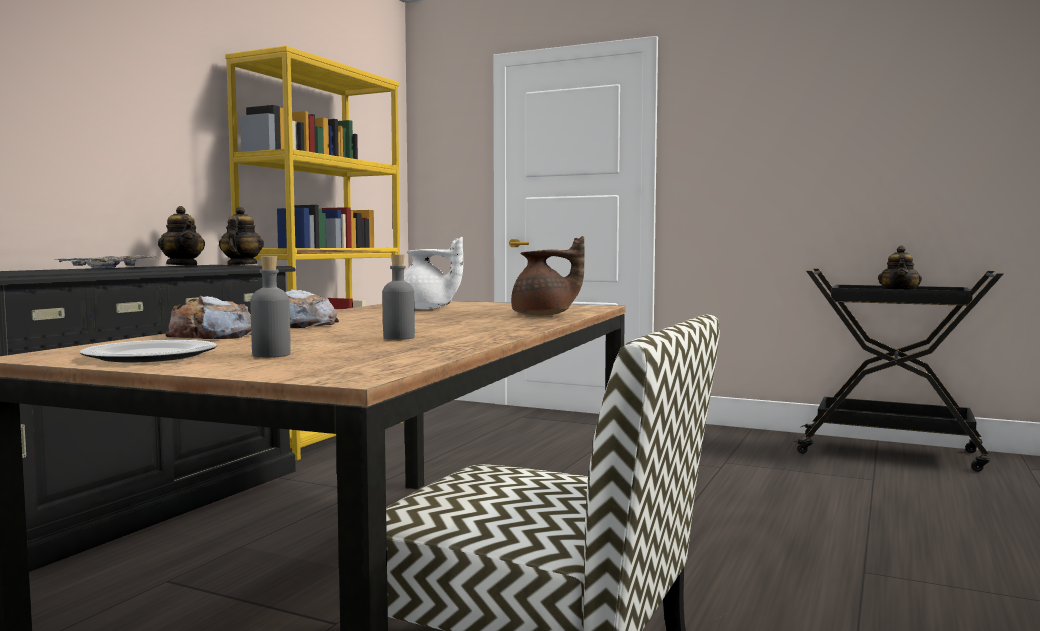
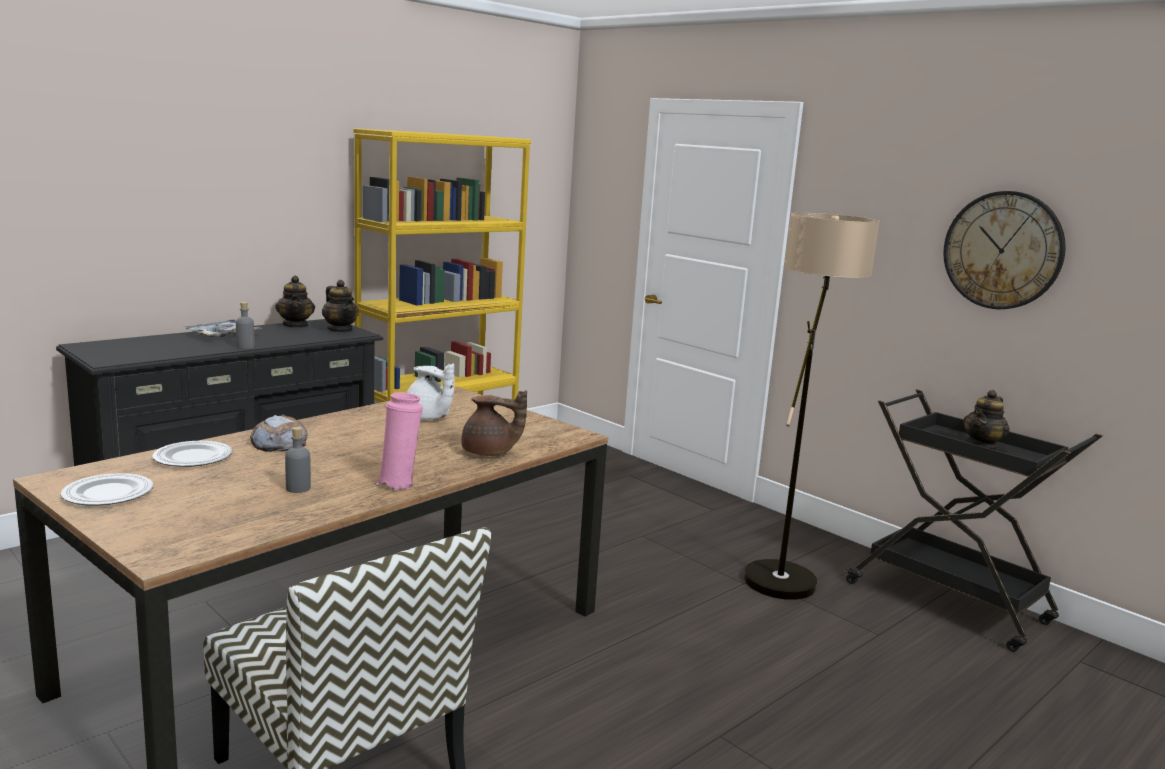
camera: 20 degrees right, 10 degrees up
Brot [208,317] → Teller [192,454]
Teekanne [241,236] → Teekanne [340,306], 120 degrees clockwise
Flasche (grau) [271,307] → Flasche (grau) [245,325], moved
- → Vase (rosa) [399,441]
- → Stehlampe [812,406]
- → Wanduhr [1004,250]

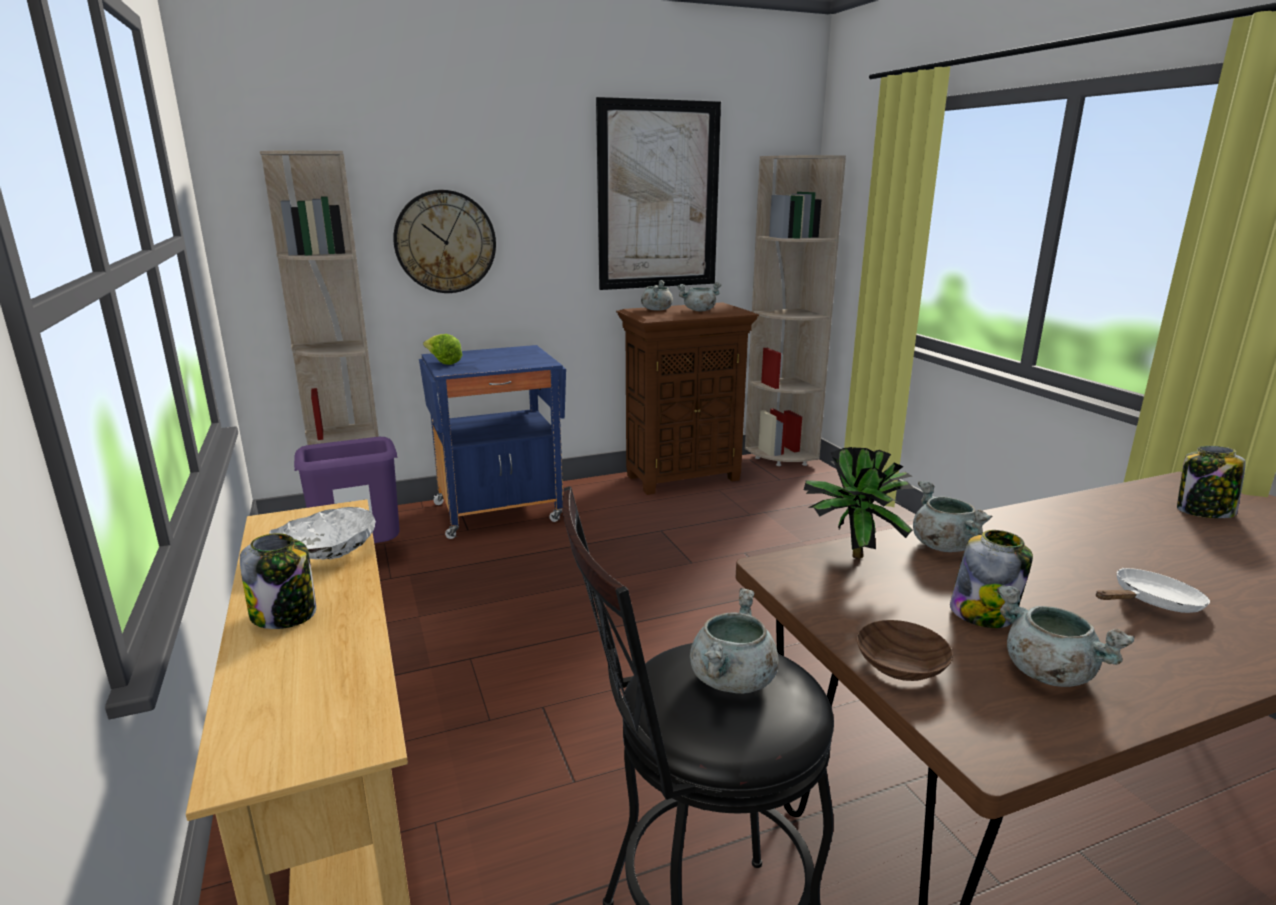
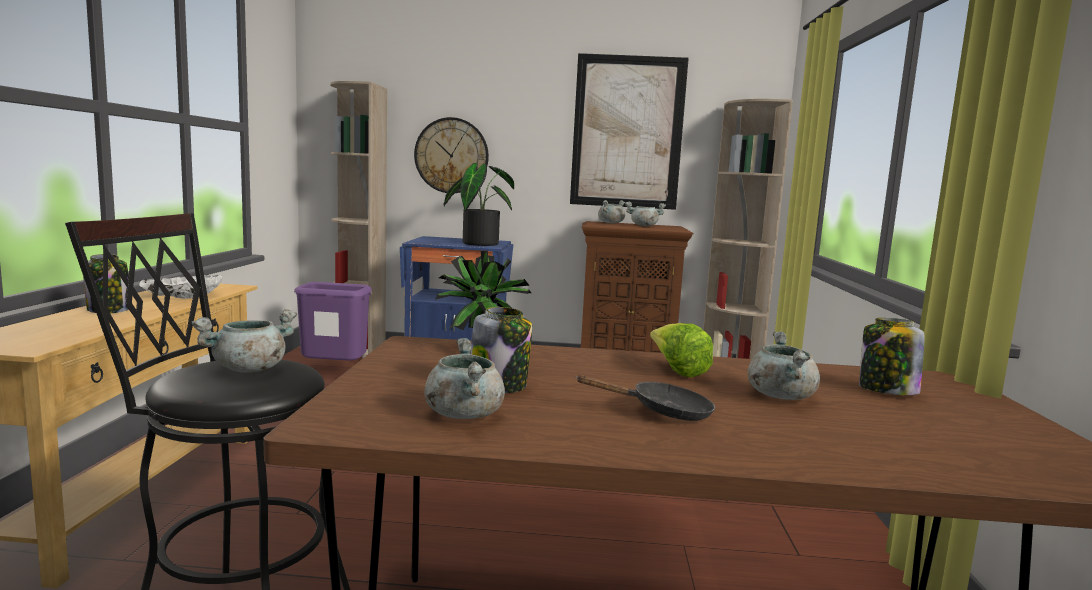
camera: 25 degrees right, 10 degrees down
Salatkopf [442,349] → Salatkopf [681,350], moved
Schüssel (braun) [905,650] → -
Kochtopf (grau) [953,516] → Kochtopf (grau) [784,366], moved
Pfanne (weiß) [1153,590] → Pfanne (schwarz) [645,398]
- → Topfpflanze [478,204]

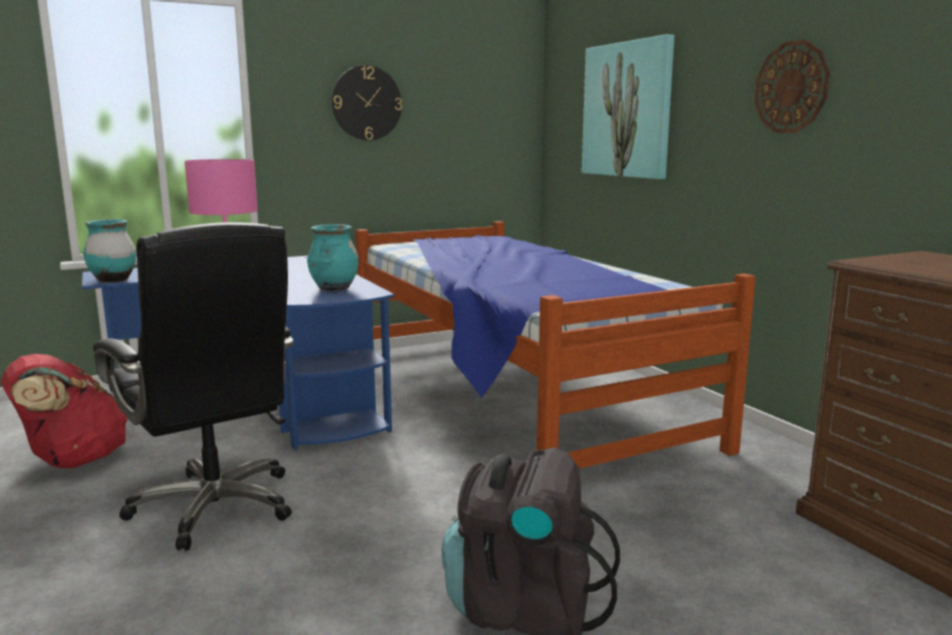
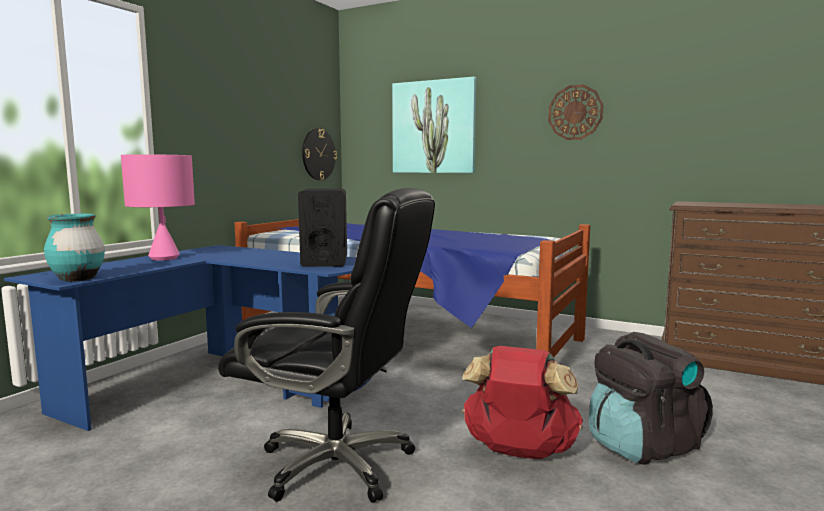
camera: 35 degrees left, 5 degrees down
Rucksack (rot) [64,411] → Rucksack (rot) [522,402], moved
Vase (türkis) [333,257] → Lautsprecher (schwarz) [322,228]
Wanduhr [367,103] → Wanduhr [319,154], moved

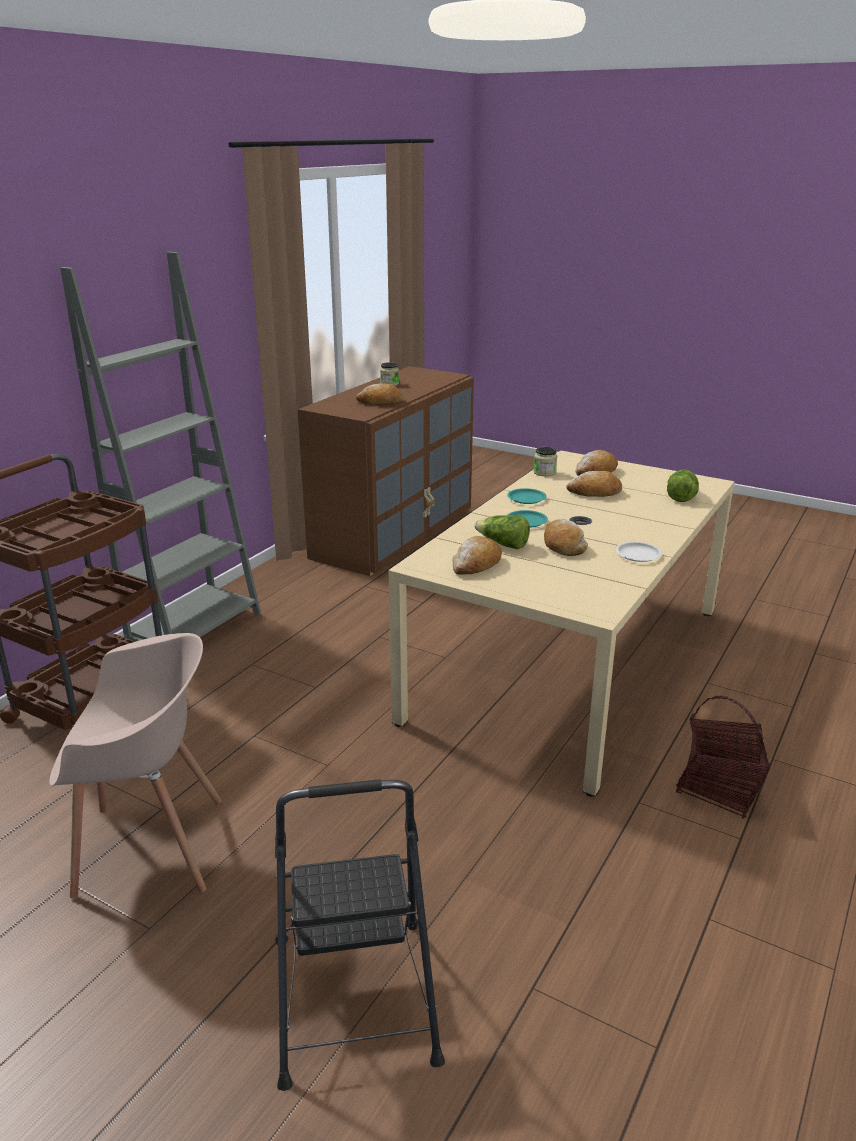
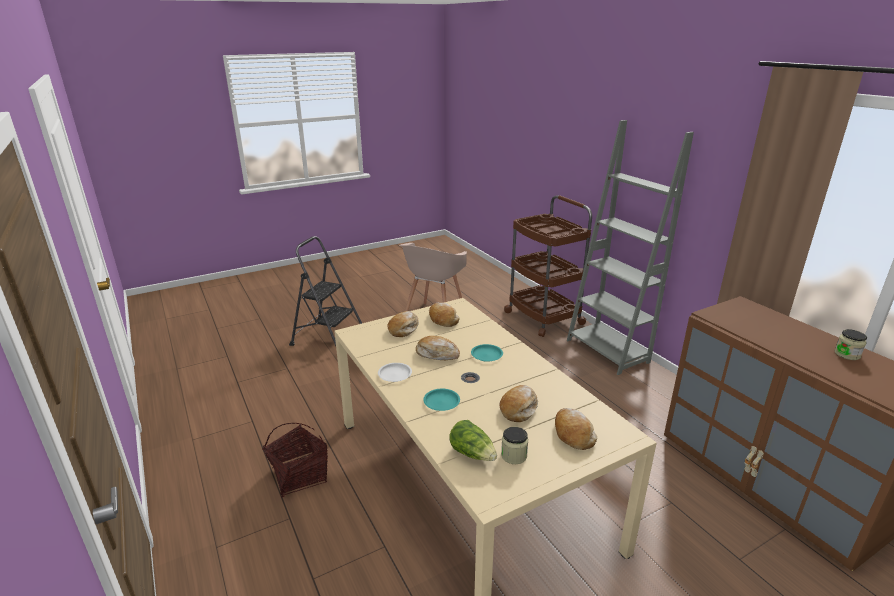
camera: 120 degrees right, 0 degrees up
Brot [379,394] → Brot [403,324], moved
Salatkopf [502,532] → -
Teller (türkis) [527,496] → Teller (türkis) [441,400], moved
Vorratsglas [545,461] → Vorratsglas [514,445], moved

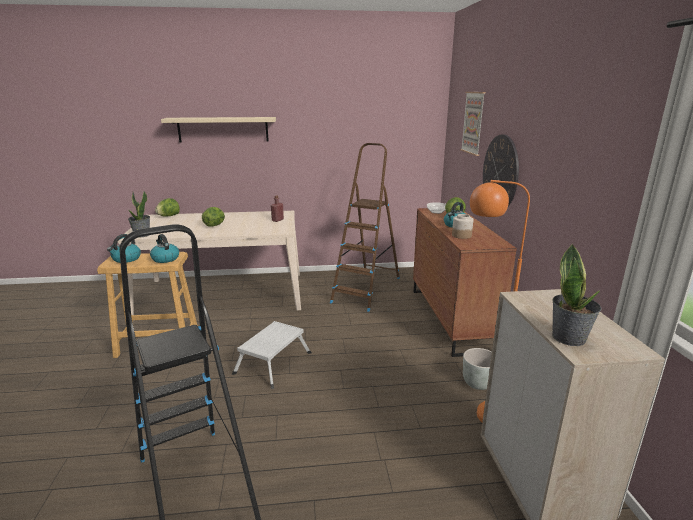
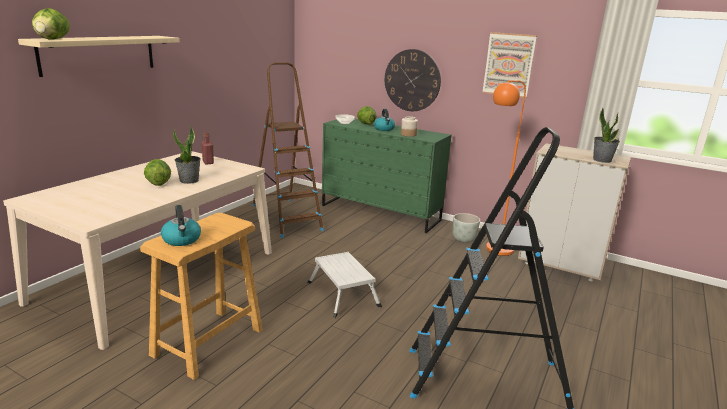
camera: 55 degrees left, 0 degrees up
Topfpflanze [139,214] → Topfpflanze [187,154], moved
Wasserkessel [164,248] → -
Salatkopf [167,207] → Salatkopf [51,24], moved
Kommode (braun) [465,282] → Kommode (grün) [387,176]
Bild [473,124] → Bild [509,65], moved

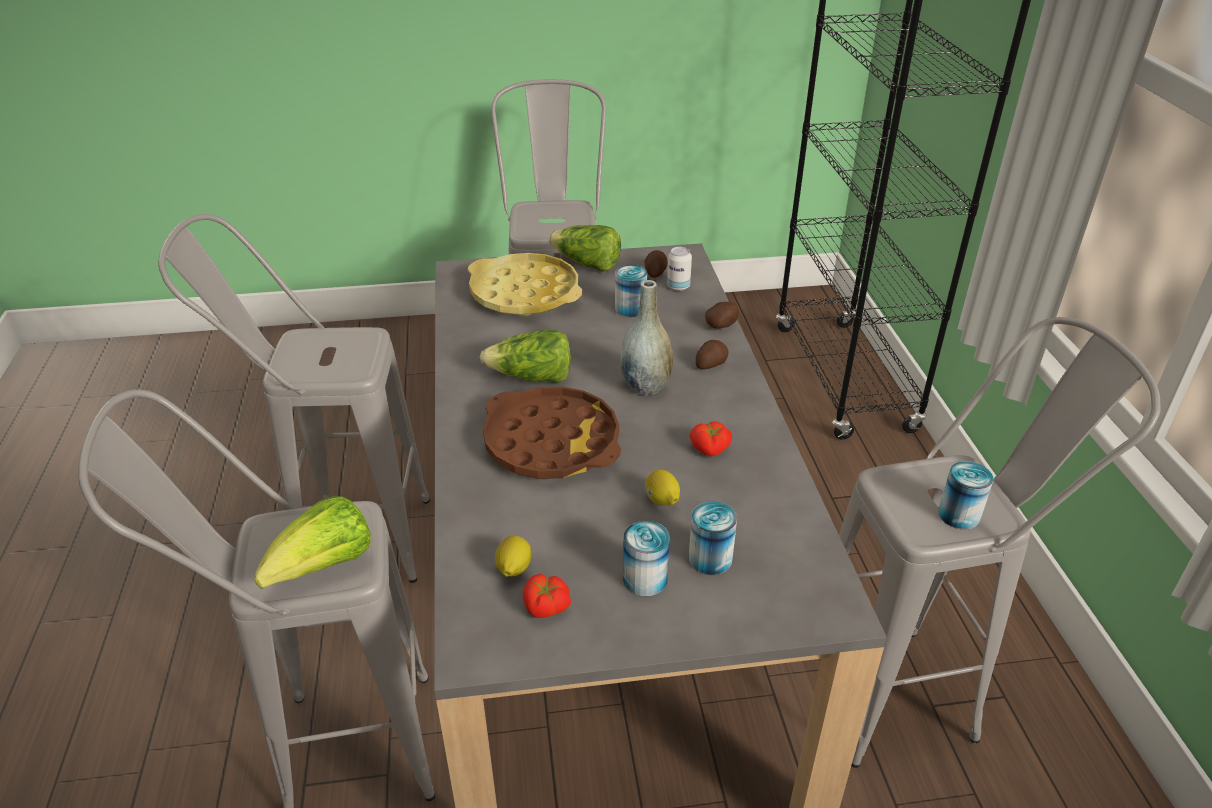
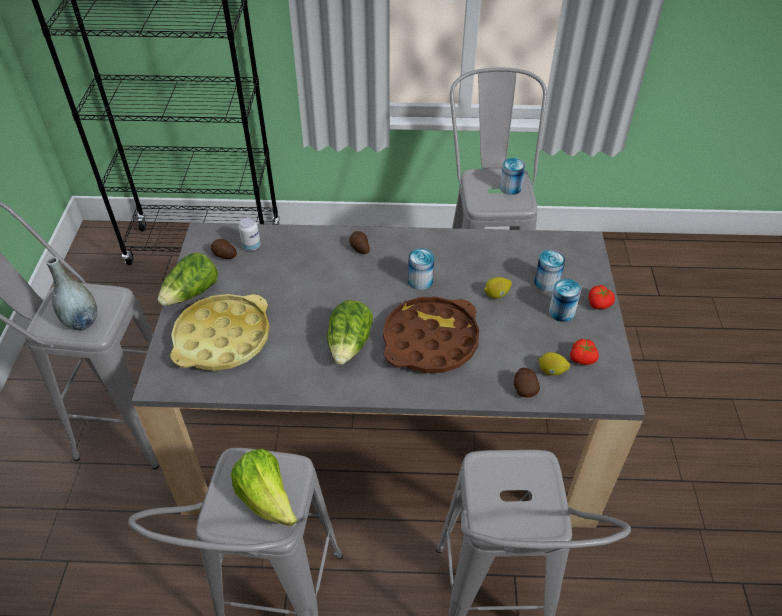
camera: 80 degrees left, 10 degrees up
Salatkopf [312,542] → Salatkopf [264,487], moved
Dose [631,291] → Dose [421,269], moved
Vase (grau) [646,337] → Vase (grau) [71,293], moved
Tomate [711,439] → Tomate [601,297], moved
Kartoffel [722,315] → Kartoffel [527,382], moved

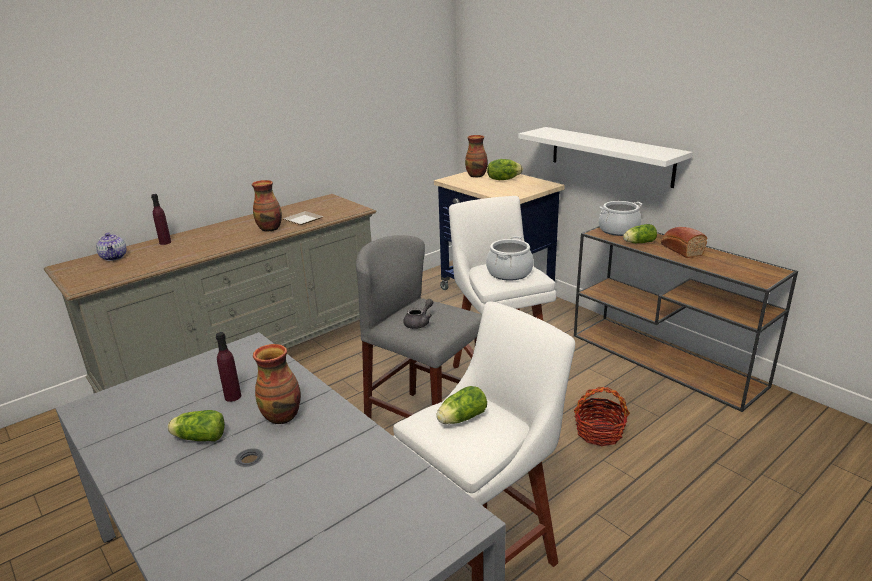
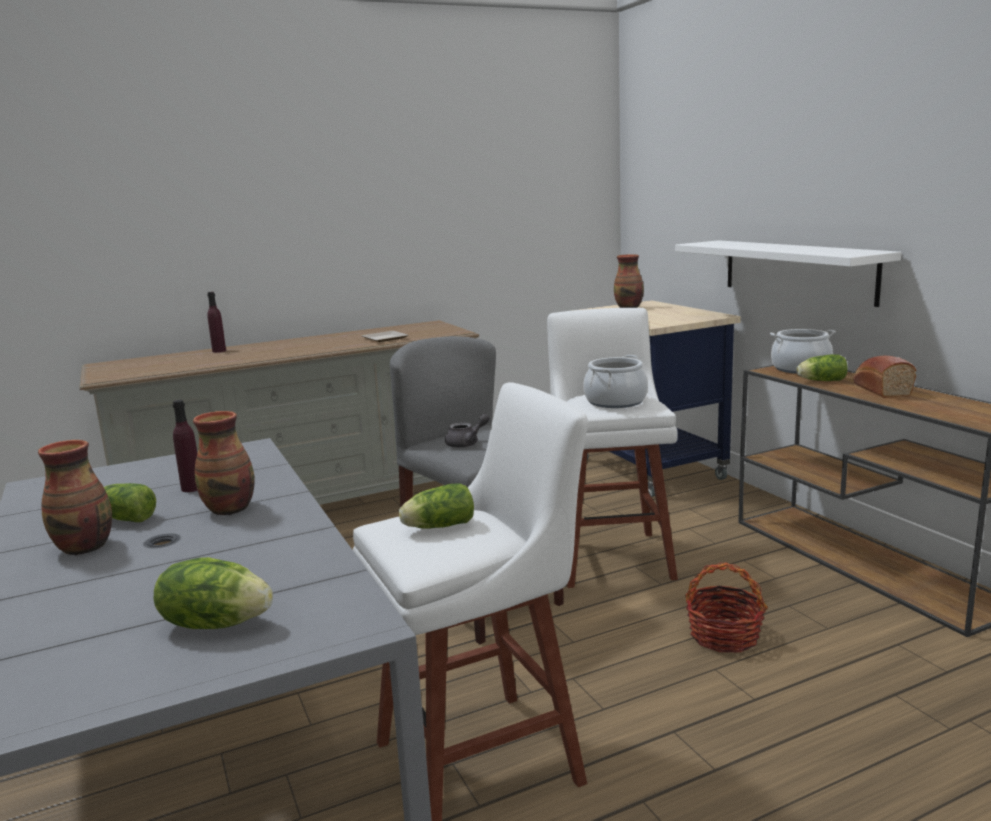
camera: 15 degrees right, 10 degrees down
Teekanne [111,246] → -
Vase [267,206] → Vase [75,498], moved
Salatkopf [505,169] → Salatkopf [213,593], moved

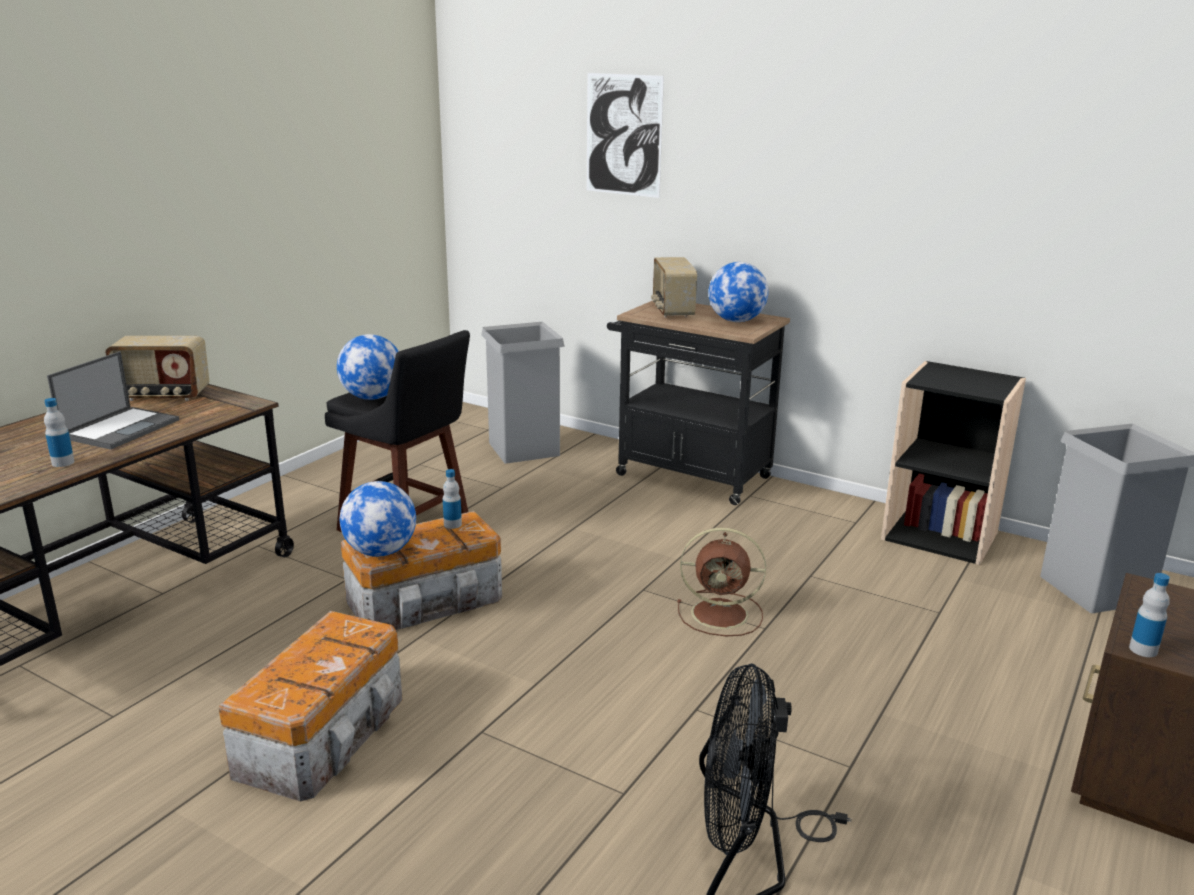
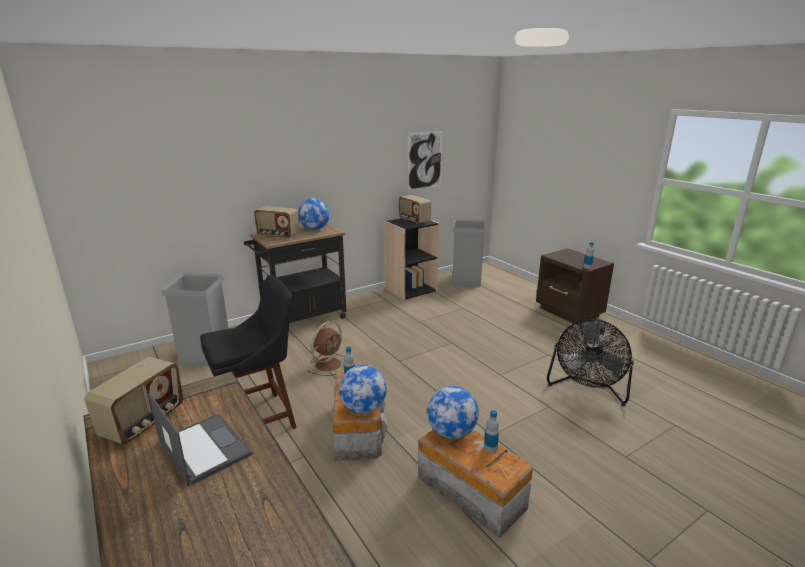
camera: 65 degrees left, 0 degrees up
Flasche [59,432] → Flasche [491,431], moved
Globus [368,367] → Globus [453,412], moved
Bild [625,135] → Bild [425,161], moved
Ventilator (braun) [721,582] → Ventilator (braun) [325,348], moved
- → Radio [415,209]

